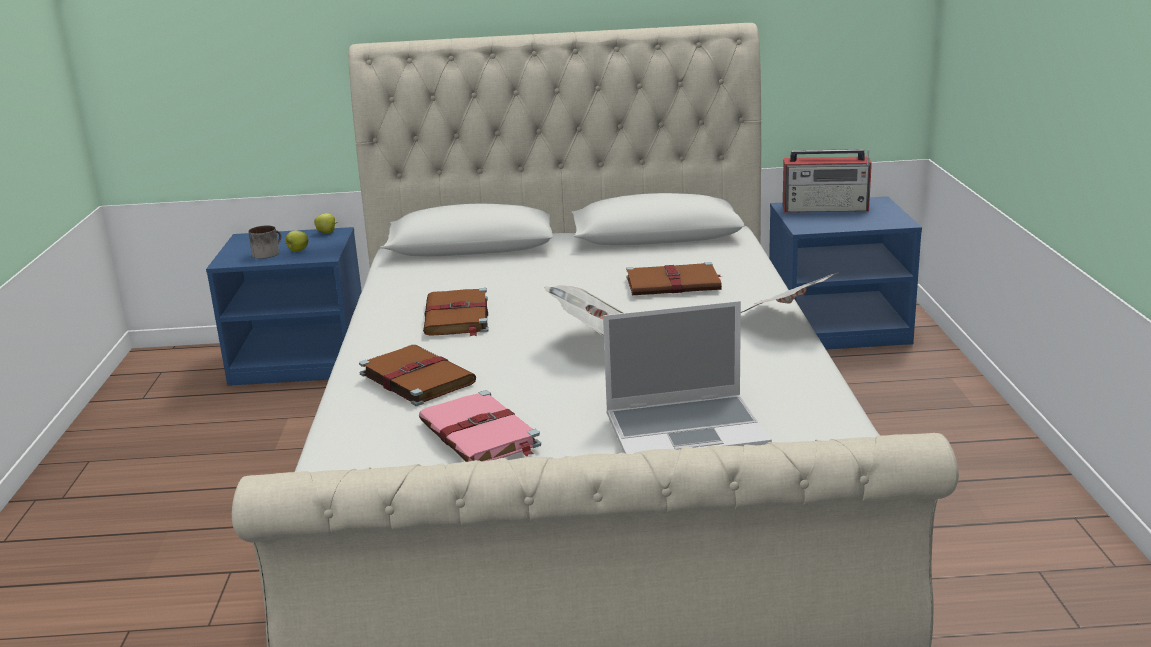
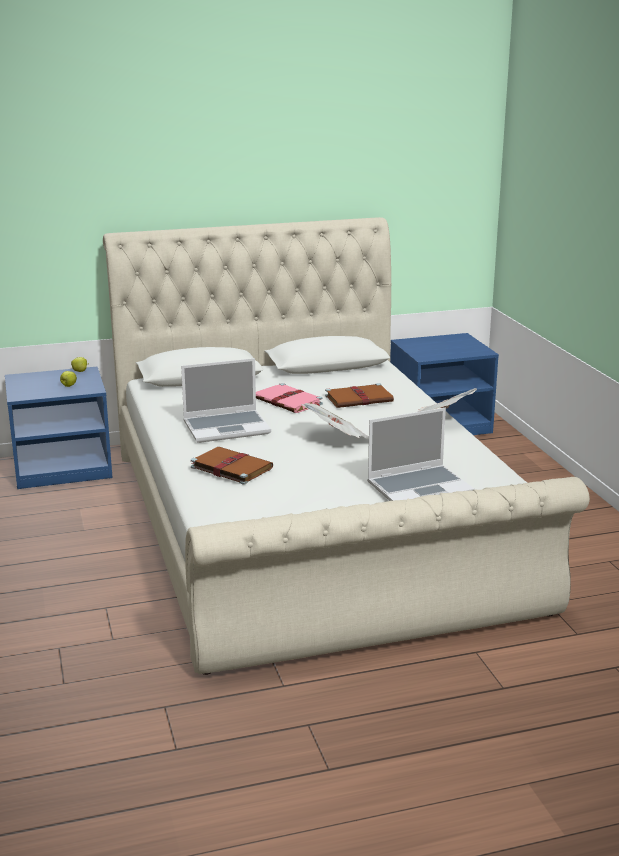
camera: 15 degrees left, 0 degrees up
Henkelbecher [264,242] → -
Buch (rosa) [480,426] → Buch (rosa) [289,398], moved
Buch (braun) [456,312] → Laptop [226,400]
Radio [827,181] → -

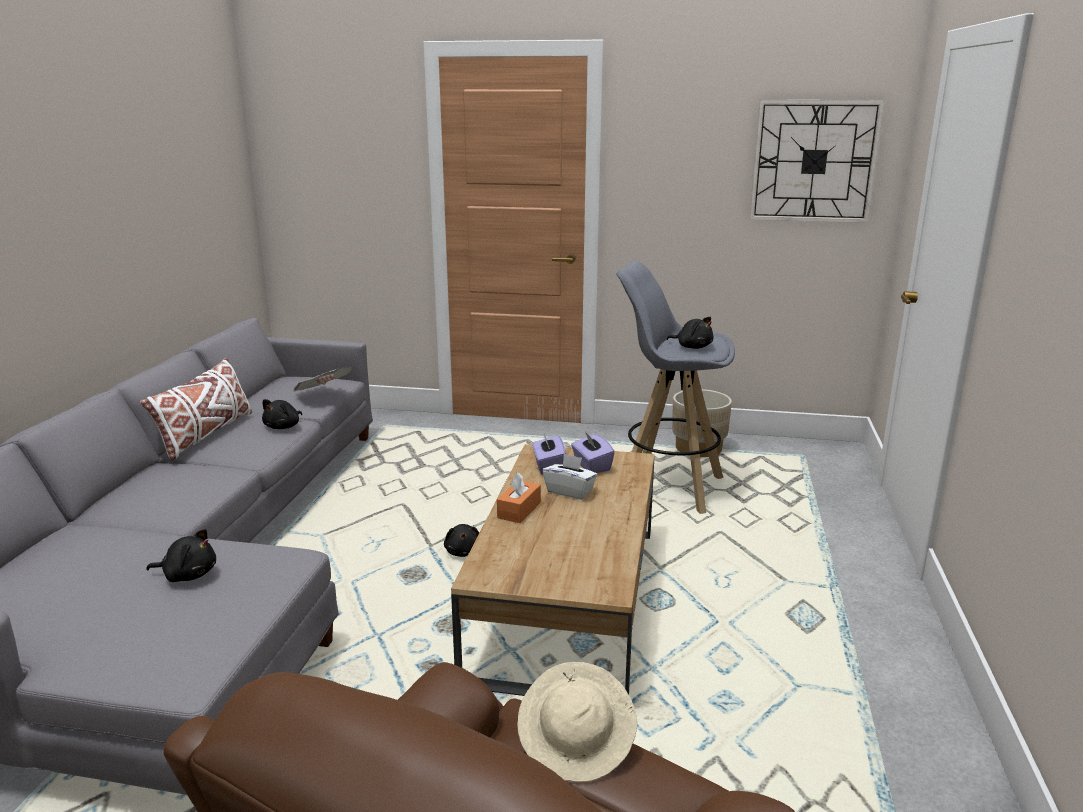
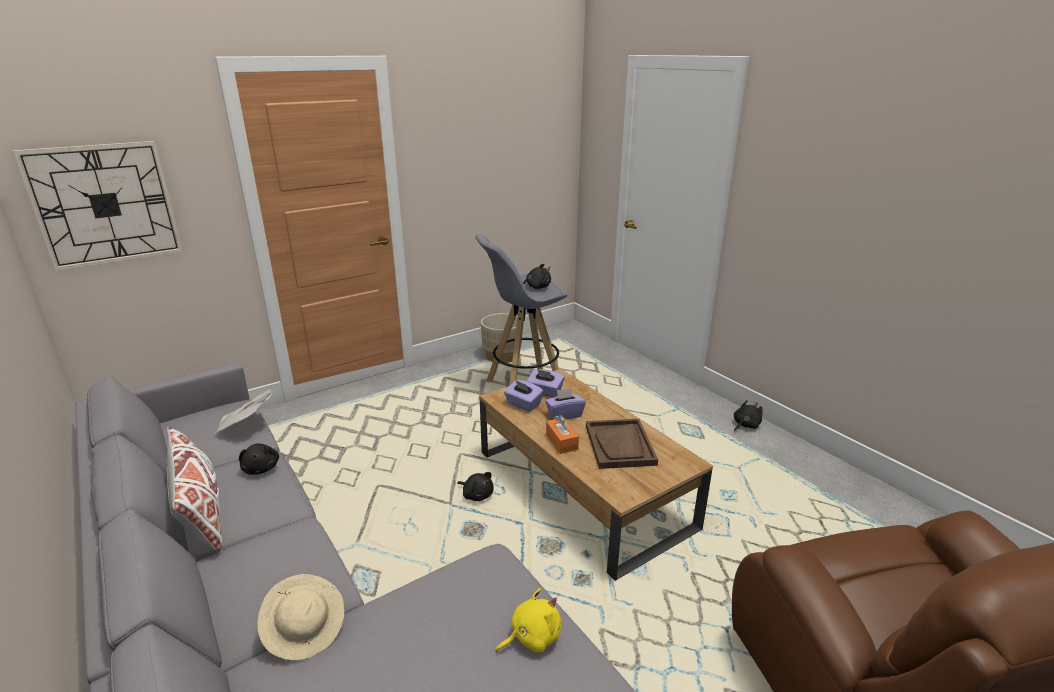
camera: 45 degrees left, 5 degrees up
Plüschtier (schwarz) [181,555] → Plüschtier (schwarz) [748,416], moved
Hut (beige) [577,722] → Hut (beige) [300,617], moved
Taschentuchbox (weiß) [570,477] → Taschentuchbox (lila) [565,403]
Wanduhr [817,161] → Wanduhr [97,206], moved
- → Plüschtier (gelb) [528,620]
- → Tablett (braun) [622,444]

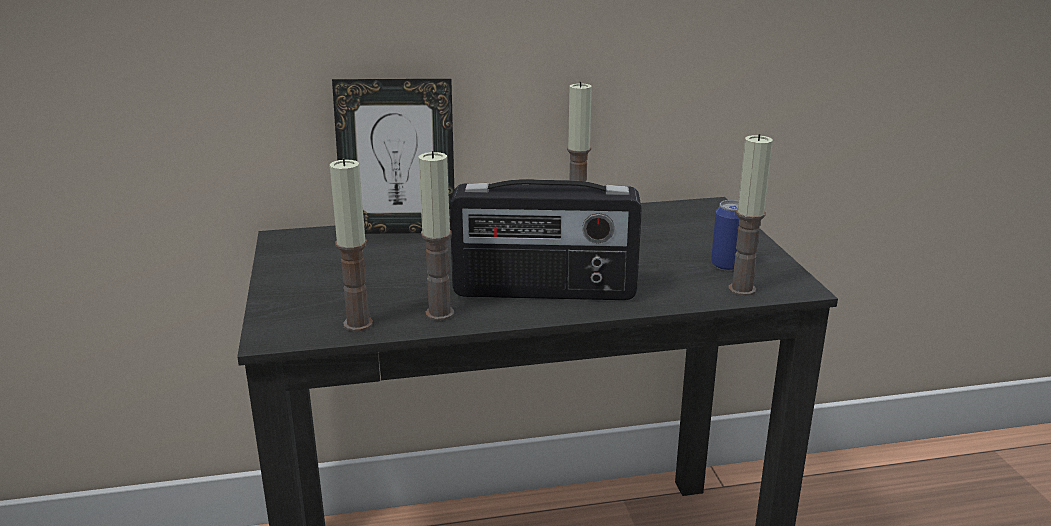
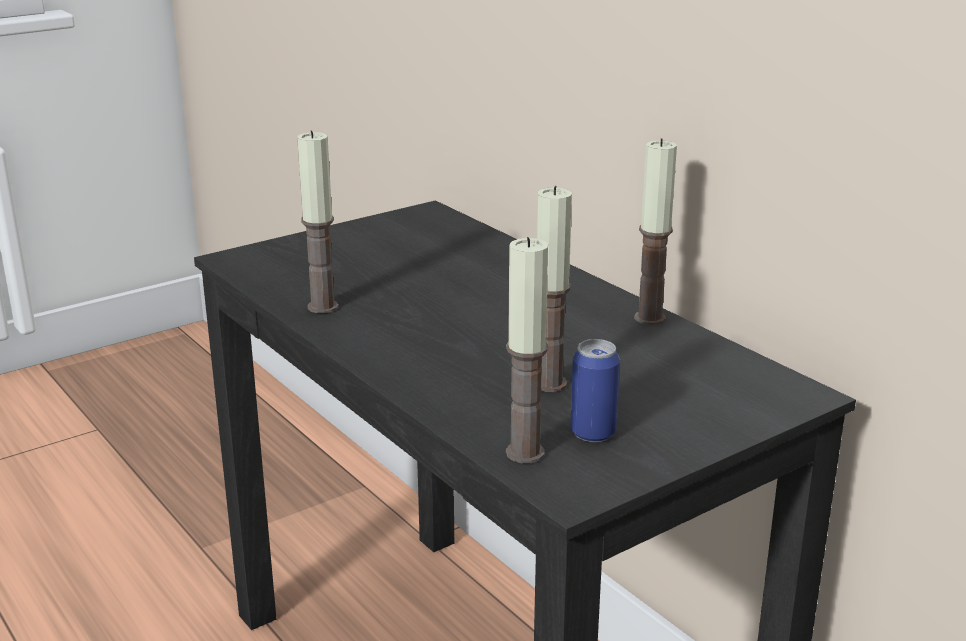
camera: 65 degrees right, 0 degrees up
Kerze [351,244] → Kerze [554,289], moved
Bilderrahmen [393,156] → -
Radio [546,239] → -

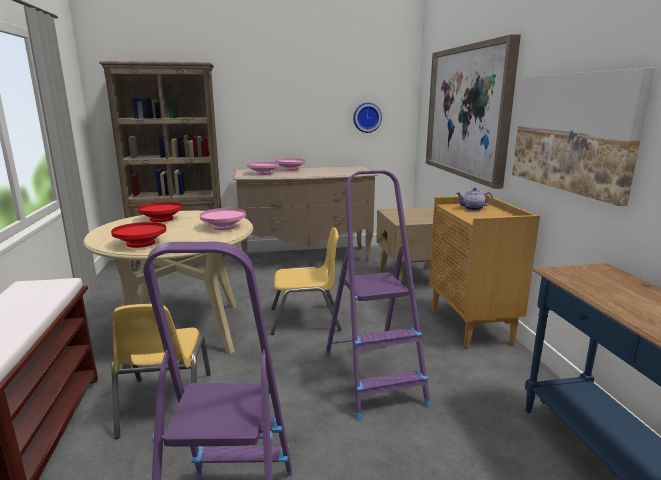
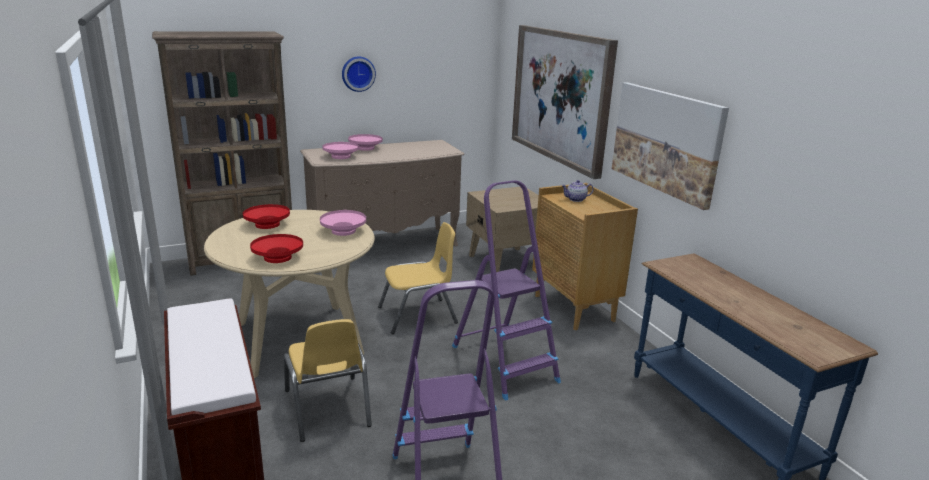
camera: 15 degrees left, 5 degrees up
Wanduhr [367,118] → Wanduhr [359,74], moved

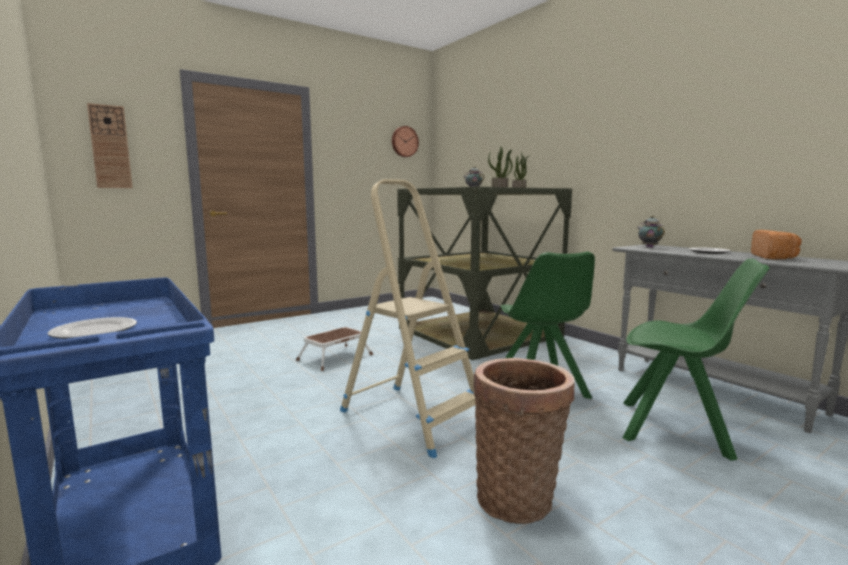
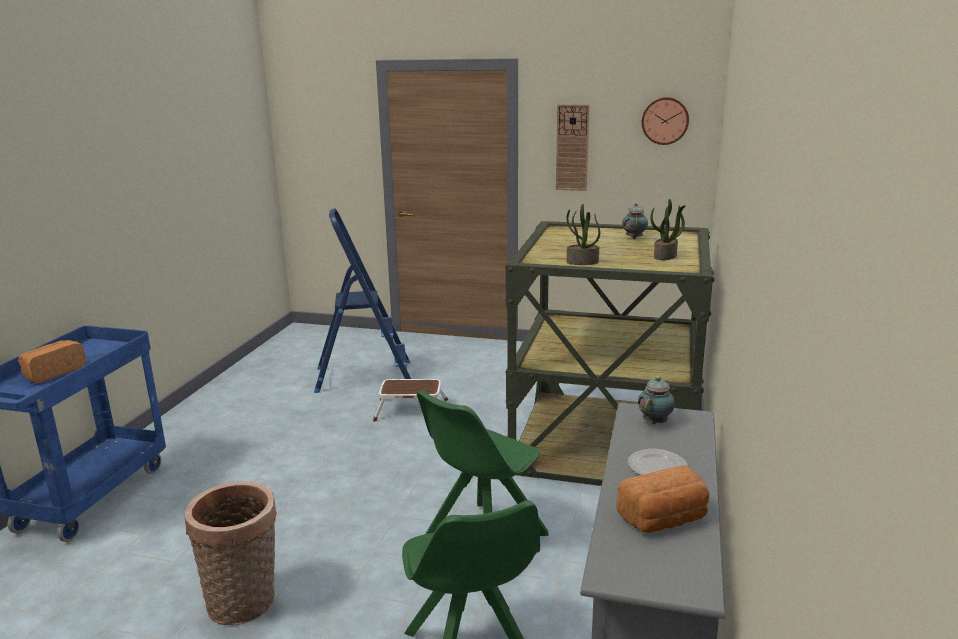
camera: 50 degrees right, 10 degrees up
Teller [92,328] → Brot [52,361]
Wanduhr [110,145] → Wanduhr [573,147], moved
Trittleiter (beige) [408,318] → -
- → Trittleiter (blau) [362,300]

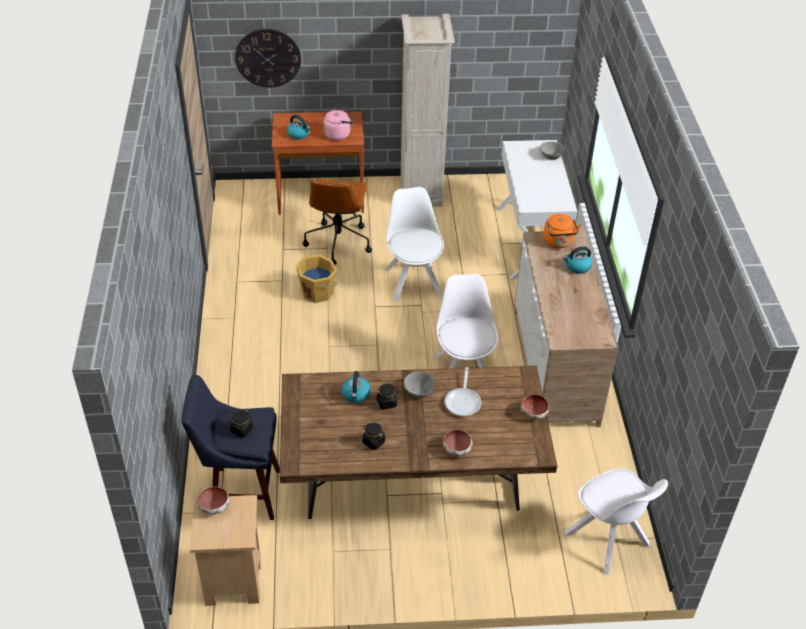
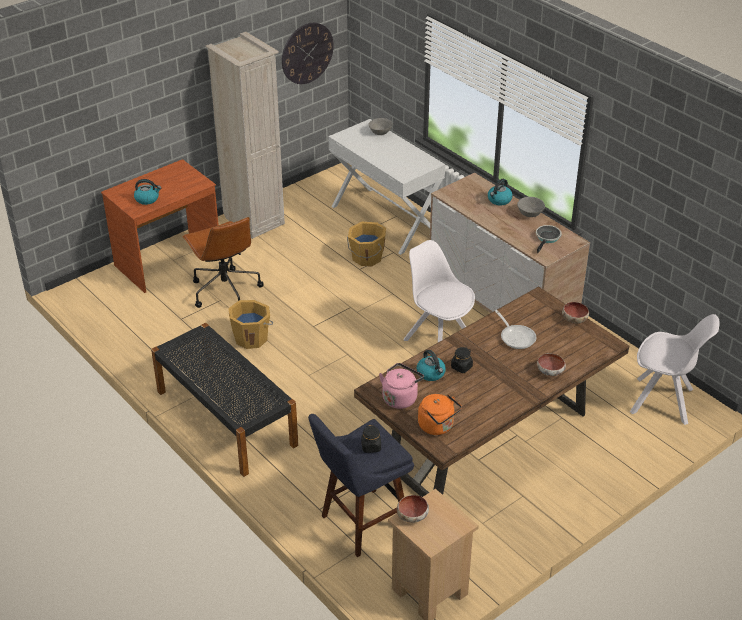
camera: 35 degrees left, 5 degrees down
Wanduhr [268,58] → Wanduhr [308,53], moved
Wasserkessel (rosa) [338,124] → Wasserkessel (rosa) [401,386], moved
Vorratsglas (schwarz) [373,436] → -
Stuhl (weiß) [414,244] → -
Schüssel (grau) [419,384] → Schüssel (grau) [531,207], moved
Wasserkessel (orange) [562,231] → Wasserkessel (orange) [440,414], moved
- → Bank (schwarz) [224,400]
- → Eimer (orange) [366,244]
- → Pfanne [549,239]

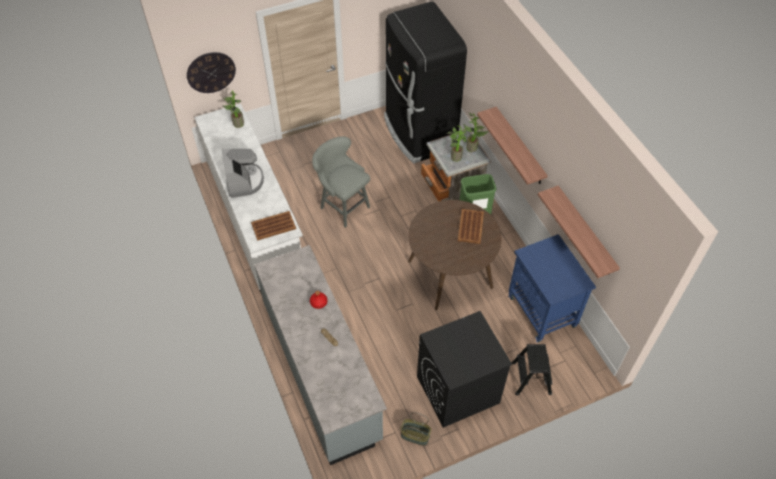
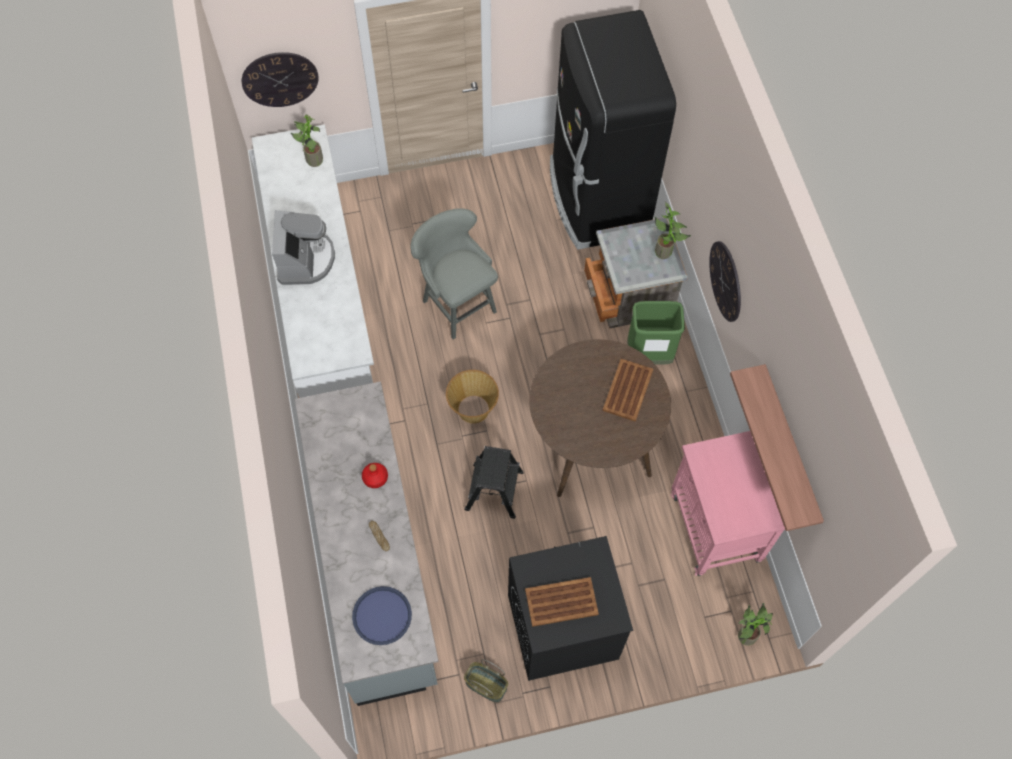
camera: 10 degrees right, 10 degrees up
Tablett (braun) [273,226] → Tablett (braun) [562,602], moved
Topfpflanze [457,144] → Topfpflanze [755,624], moved
Wandregal [512,146] → Wanduhr [725,281]
Rollwagen (blau) [552,288] → Rollwagen (rosa) [727,503]
Trittleiter (schwarz) [532,369] → Trittleiter (schwarz) [494,482], moved
- → Tablett (blau) [382,615]
- → Korb [472,396]

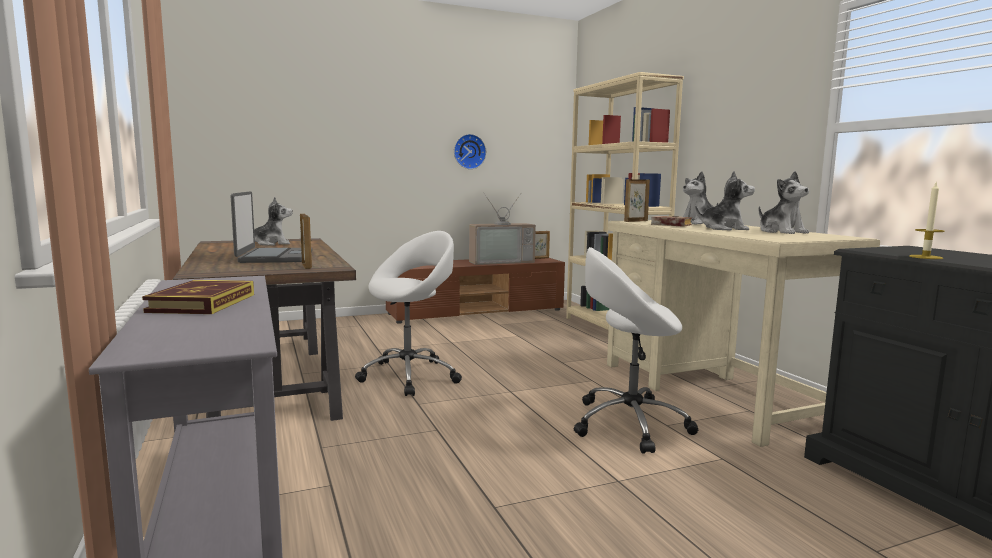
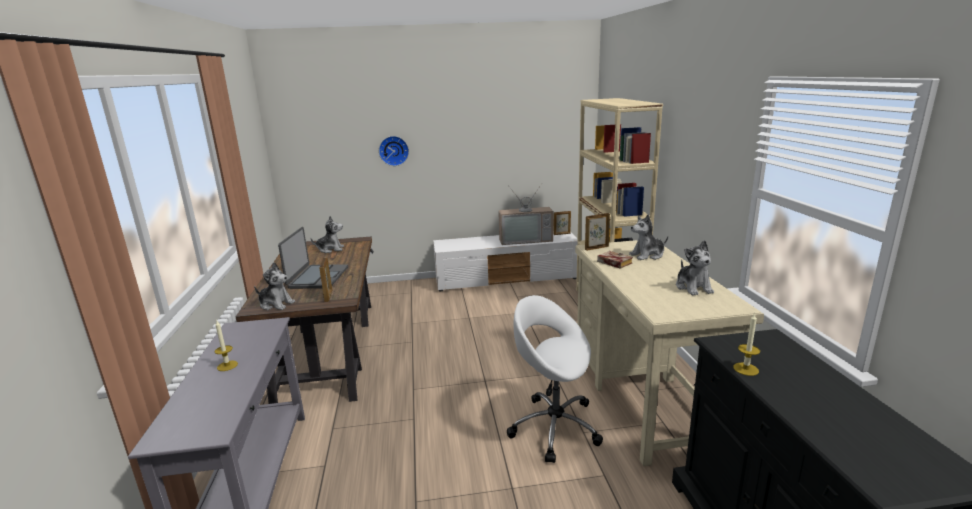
camera: 15 degrees right, 10 degrees up
Buch [198,297] → Kerze [226,346]
Bürostuhl (weiß) [408,313] → -
Fernsehschrank (braun) [475,291] → Fernsehschrank (weiß) [505,262]
Wanduhr [470,151] → Wanduhr [394,151], moved
Plüschtier [725,201] → Plüschtier [274,286], moved

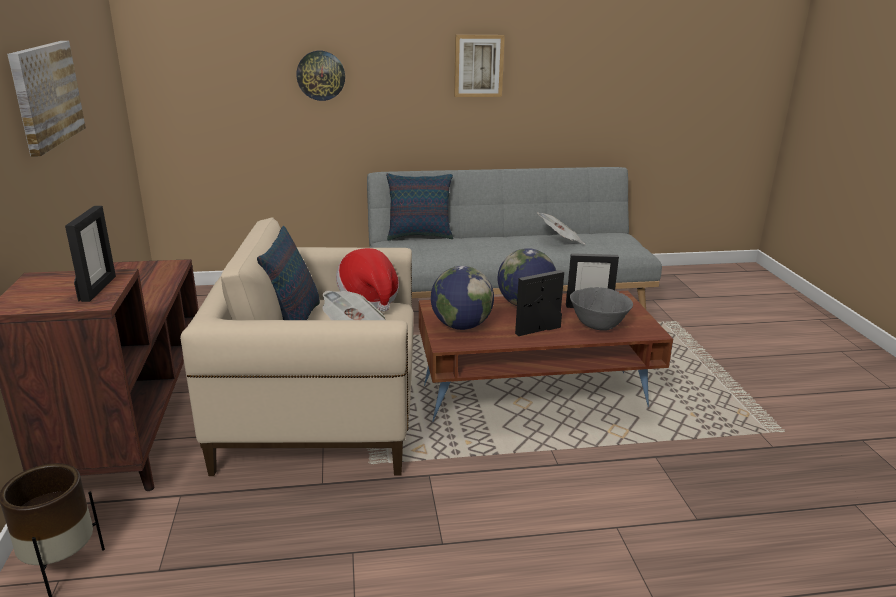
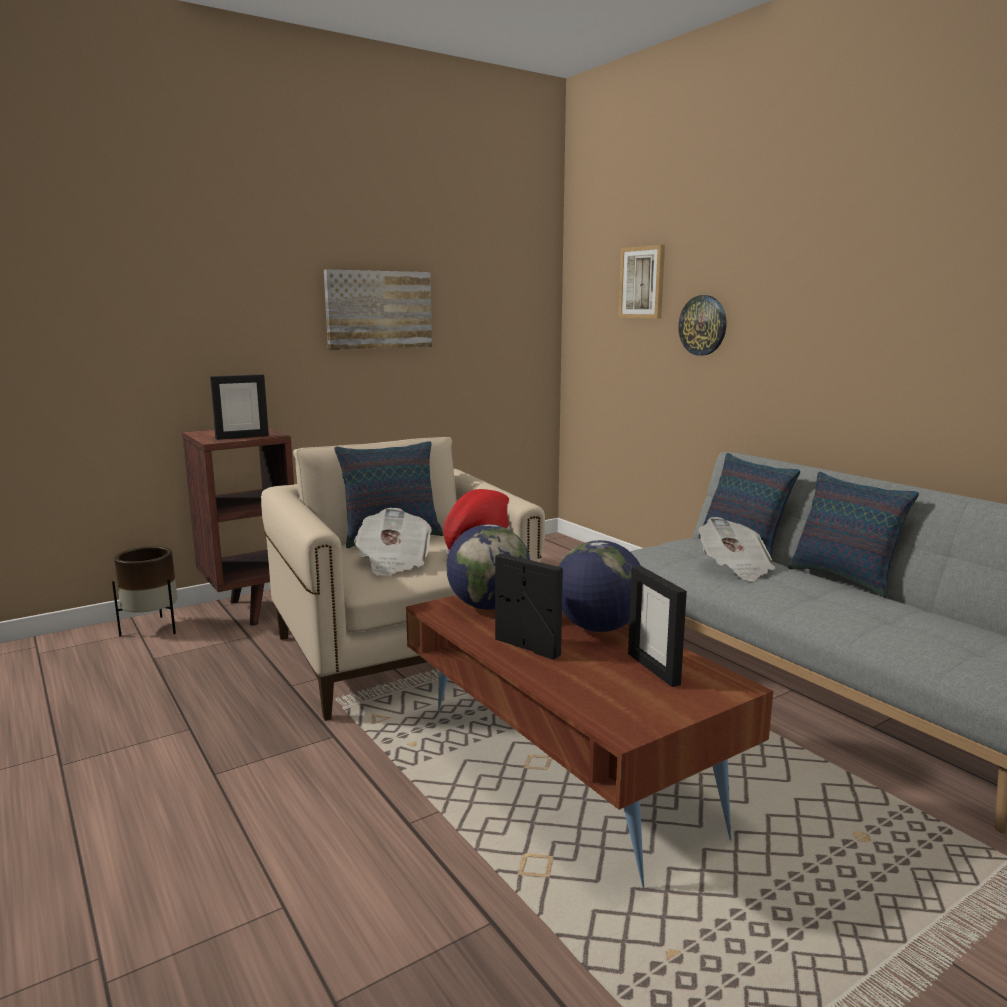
camera: 65 degrees right, 10 degrees down
Bild [479,66] → Bild [641,281], moved
Zeitung [561,228] → Zeitung [736,549], moved
Schüssel (grau) [601,309] → -
- → Kissen (blau) [853,535]

